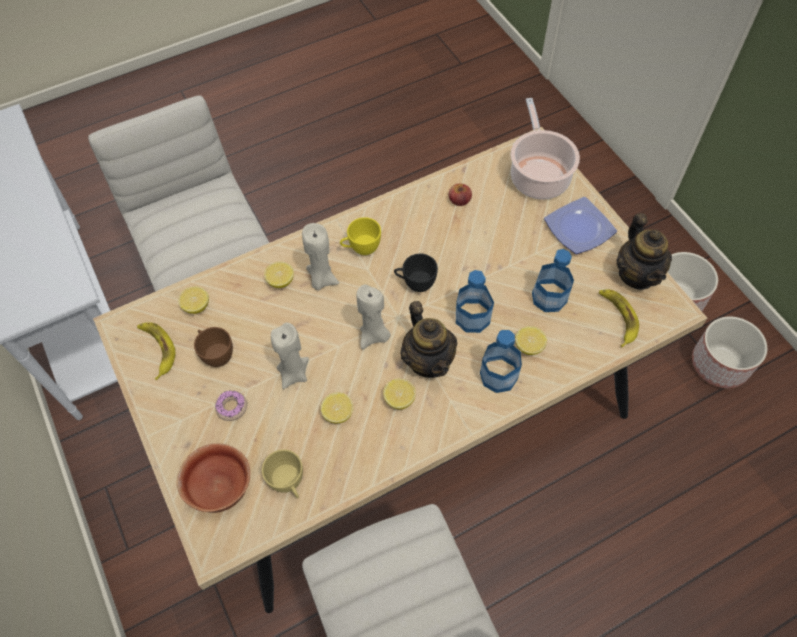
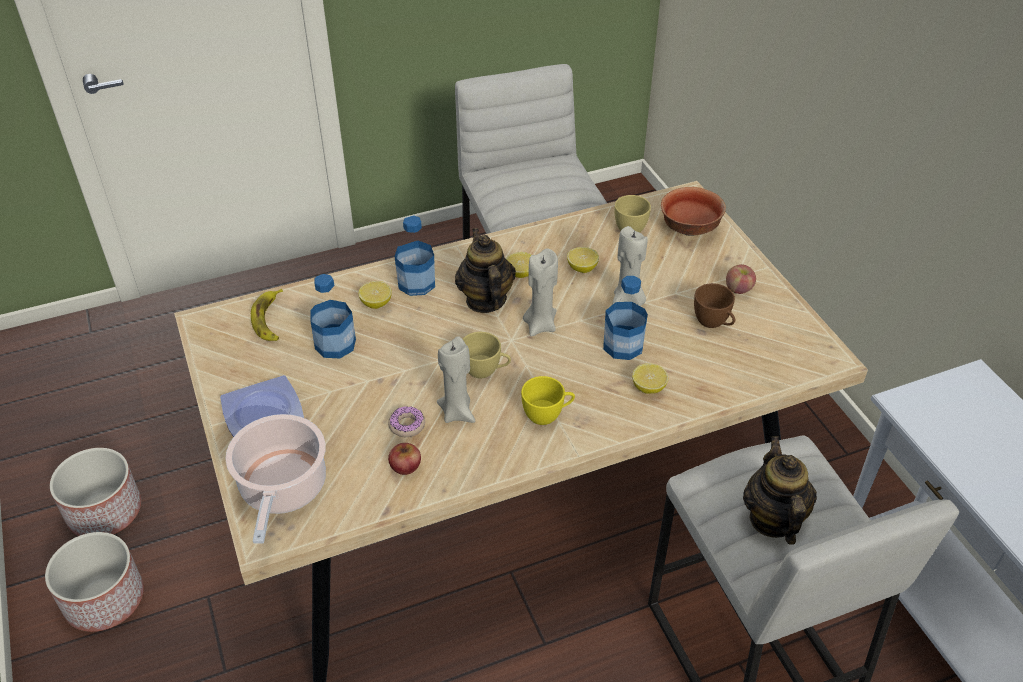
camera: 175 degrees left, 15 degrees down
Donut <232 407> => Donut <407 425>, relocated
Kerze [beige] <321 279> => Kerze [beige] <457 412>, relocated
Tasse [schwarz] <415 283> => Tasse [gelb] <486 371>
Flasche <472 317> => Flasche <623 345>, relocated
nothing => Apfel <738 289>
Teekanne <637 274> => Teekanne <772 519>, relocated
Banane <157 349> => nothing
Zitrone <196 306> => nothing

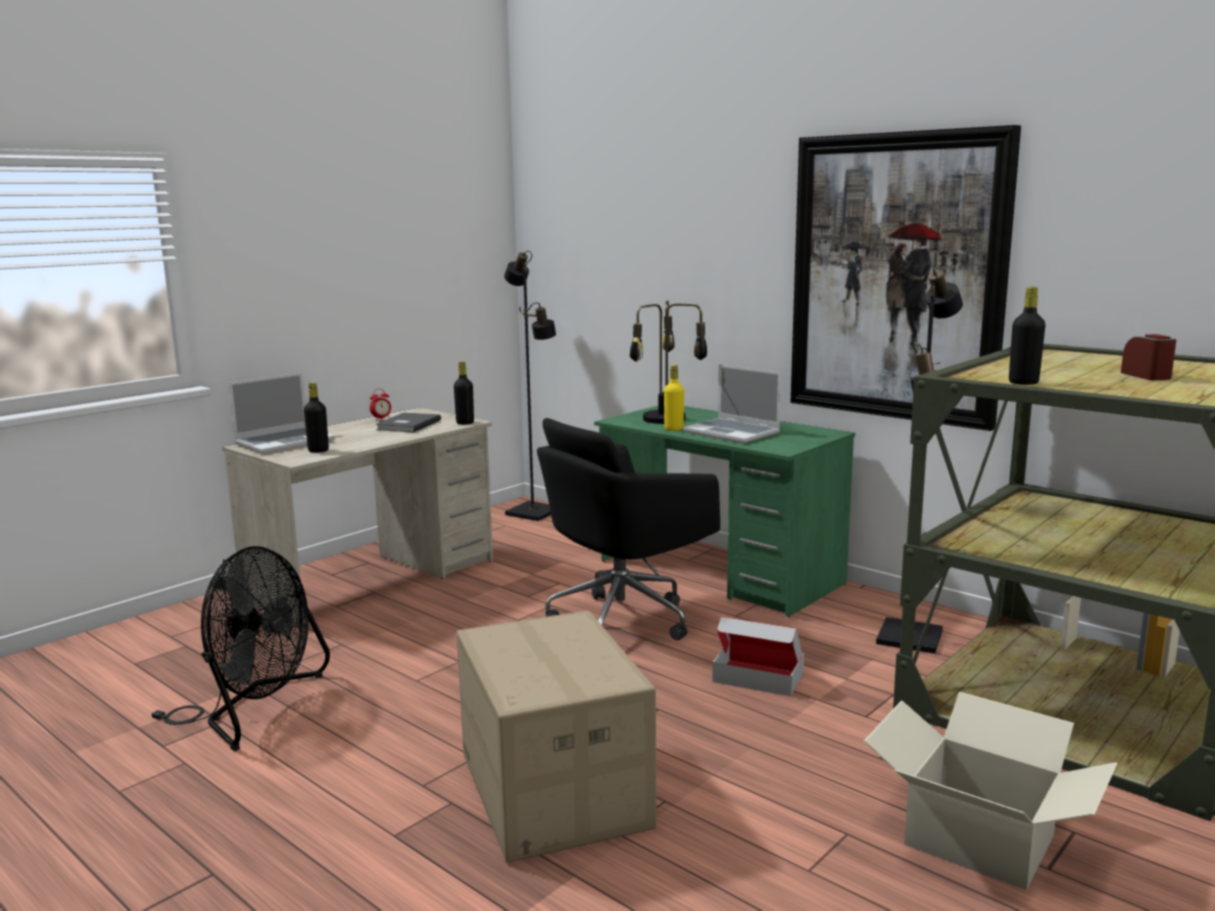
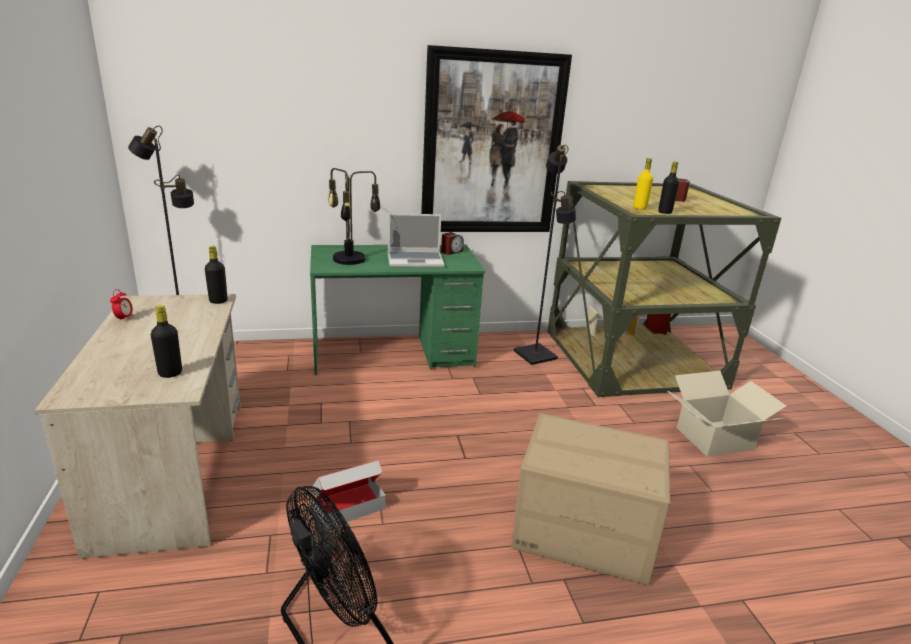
camera: 55 degrees left, 10 degrees up
Karton <758 677> => Karton <348 505>, relocated
nothing => Wecker <451 251>
Flasche [gelb] <674 429> => Flasche [gelb] <639 208>, relocated
Laptop <285 442> => nothing
Buch [grau] <407 425> => nothing
Bürostuhl [schwarz] <626 620> => nothing

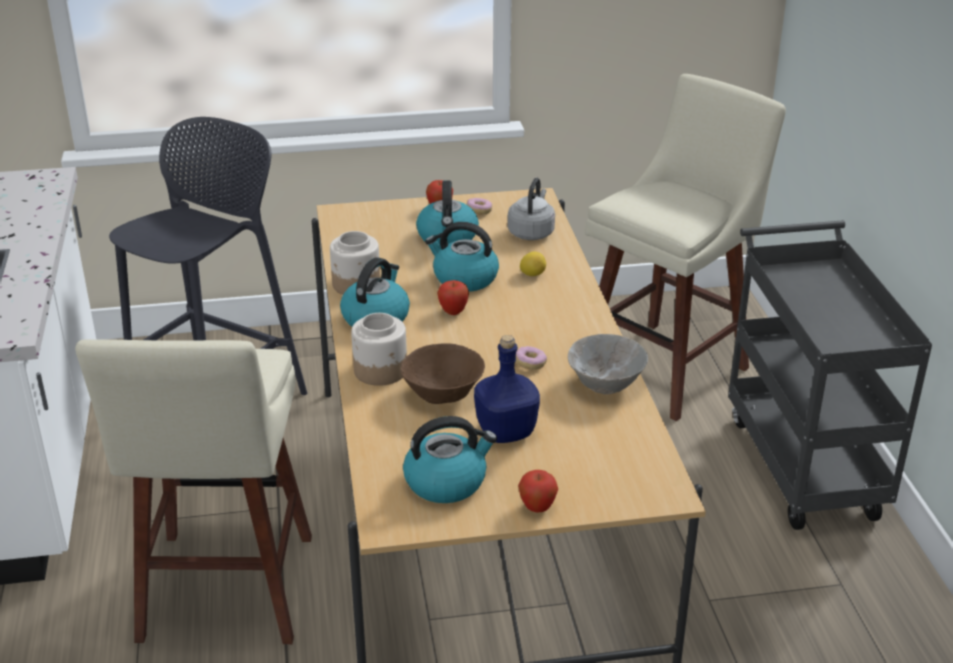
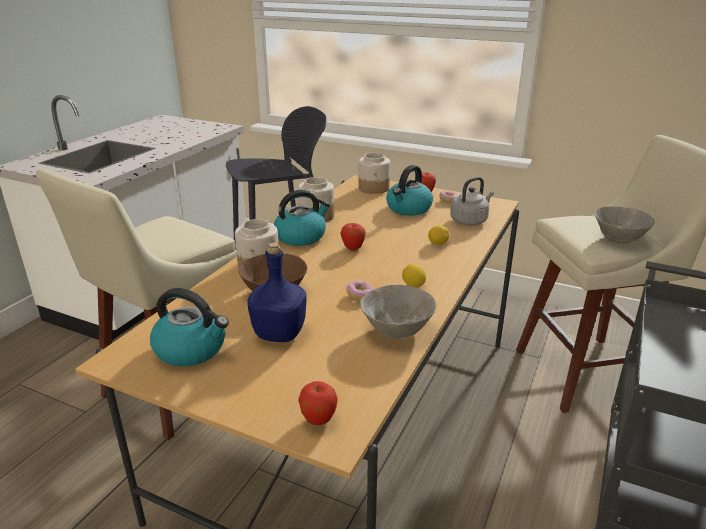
camera: 35 degrees right, 5 degrees down
Apfel <537 508> => Apfel <318 420>, relocated
nothing => Vorratsglas <374 188>
nothing => Zitrone <413 285>
nothing => Schüssel [grau] <618 239>
Wasserkessel <464 278> => nothing

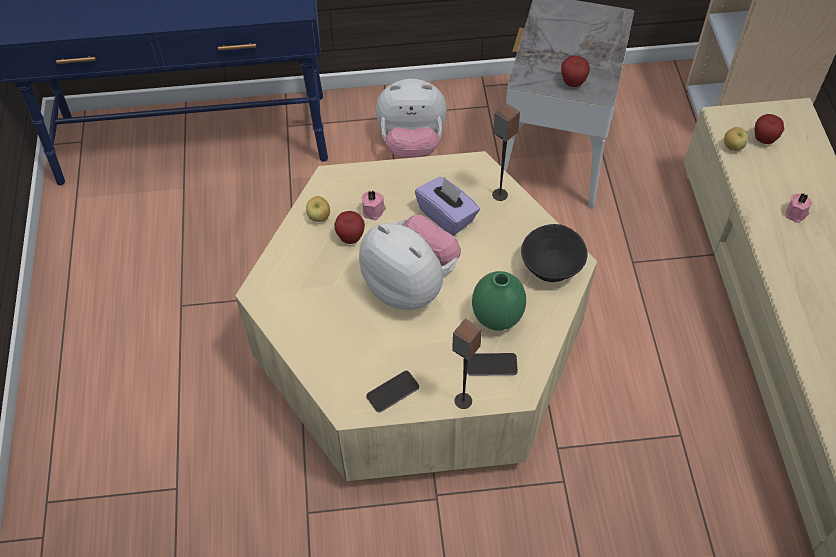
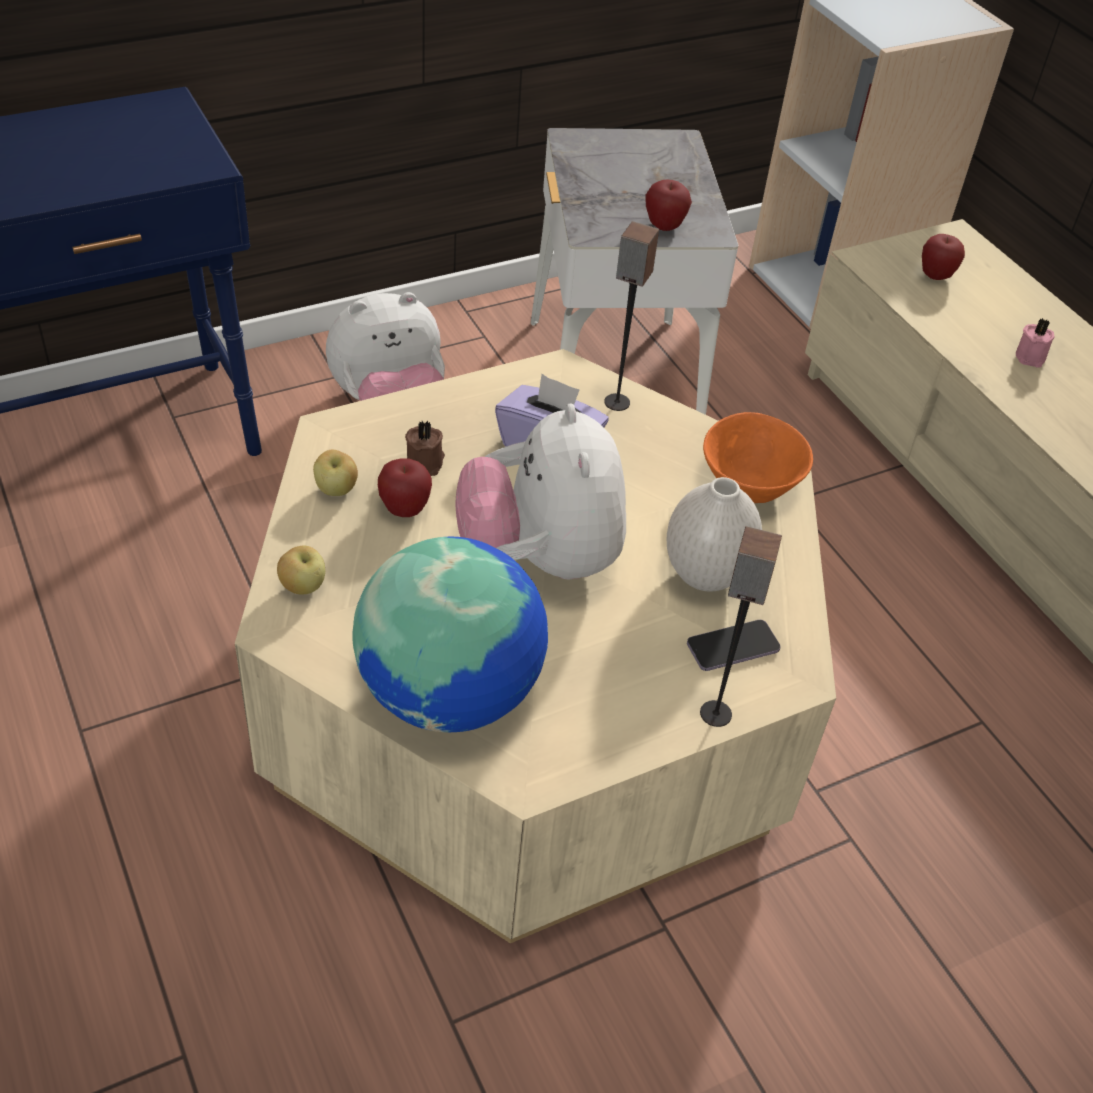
camera: 25 degrees left, 10 degrees down
Apfel <733 147> => Apfel <303 587>, relocated
nothing => Globus <450 693>
Kerze [rosa] <374 211> => Kerze [braun] <426 462>
Plüschtier <410 285> => Plüschtier <540 558>, 120 degrees counterclockwise
Vase [grün] <497 318> => Vase [weiß] <706 576>
Schüssel [schwarz] <549 268> => Schüssel [orange] <746 487>
Handy <392 392> => nothing

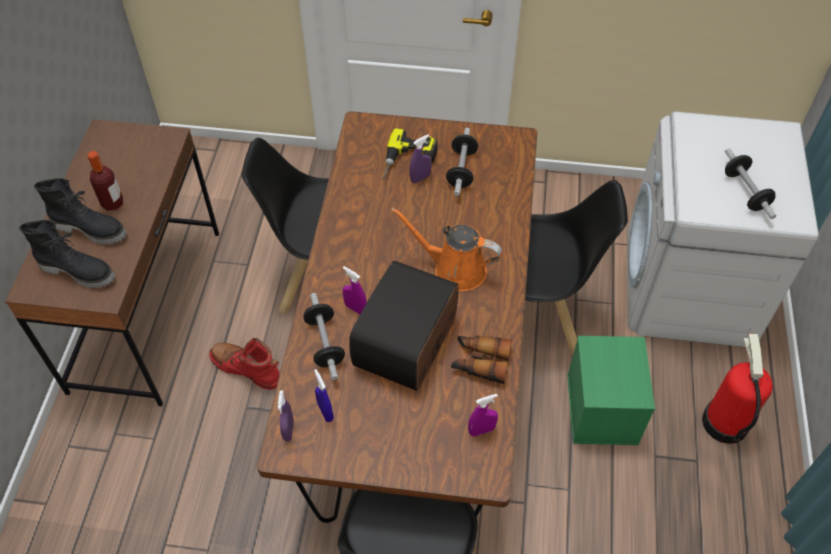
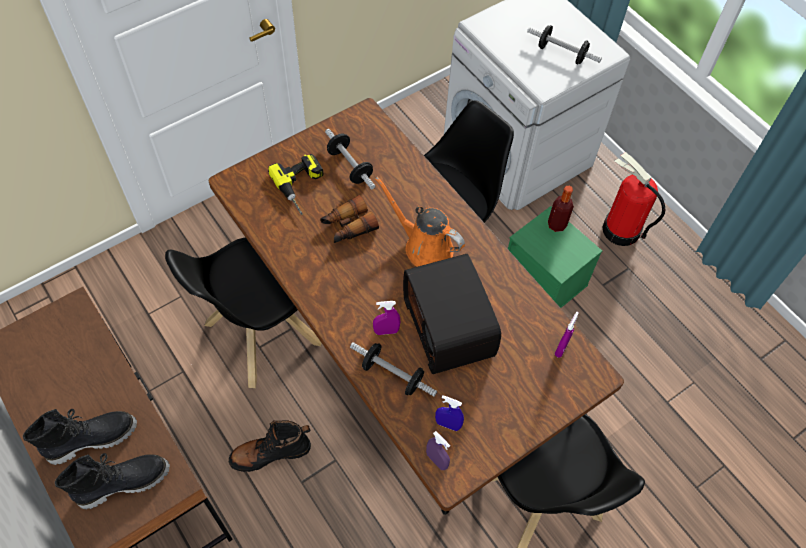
camera: 45 degrees left, 5 degrees up
Stiefel [rot] <246 369> => Stiefel [schwarz] <270 453>
Fernglas <480 362> => Fernglas <348 226>, relocated
Gießkanne [orange] <454 269> => Gießkanne [orange] <424 246>, 60 degrees clockwise
Flasche <112 203> => Flasche <557 225>, relocated
Sprühflasche [lila] <420 178> => nothing

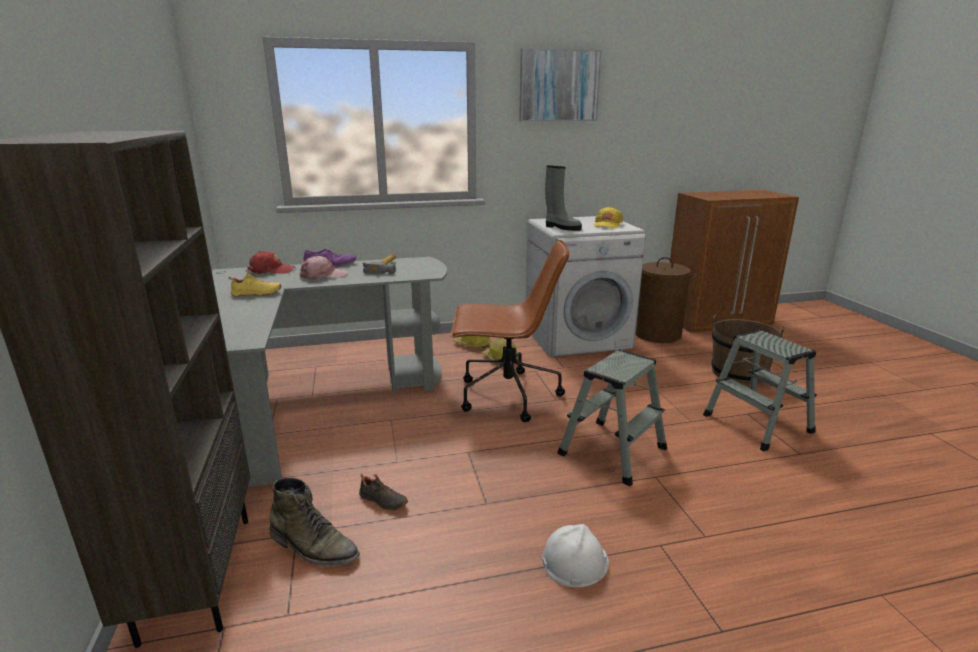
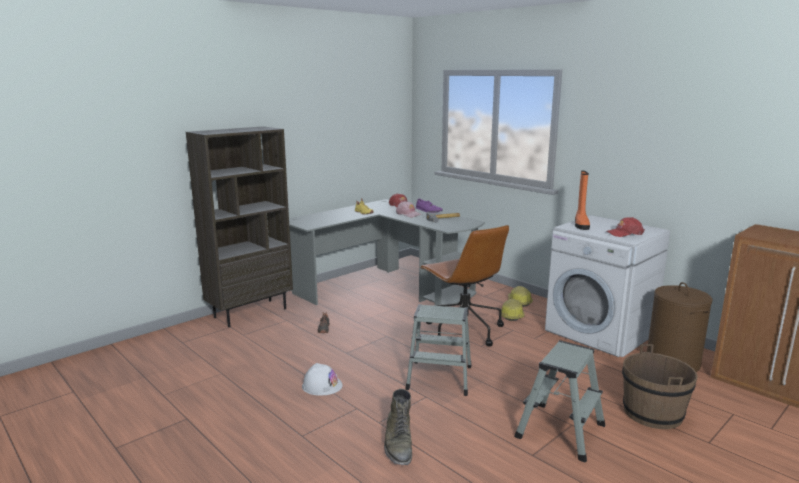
camera: 60 degrees right, 5 degrees down
Stiefel [grün] <313 546> => Stiefel [grün] <398 444>, relocated
Stiefel [grau] <561 227> => Stiefel [orange] <581 225>
Kappe [gelb] <607 225> => Kappe [rot] <624 233>
Bild <559 86> => nothing

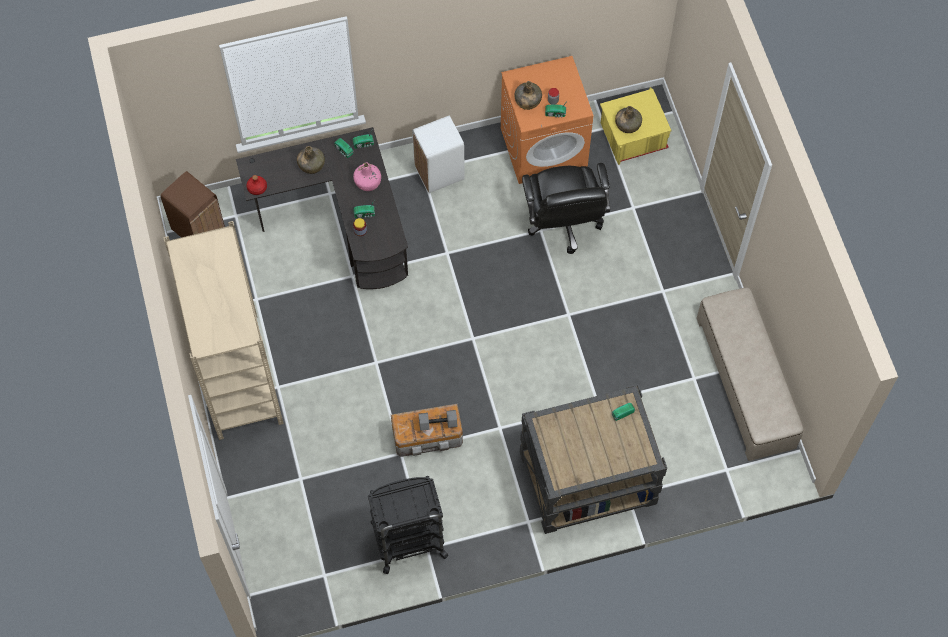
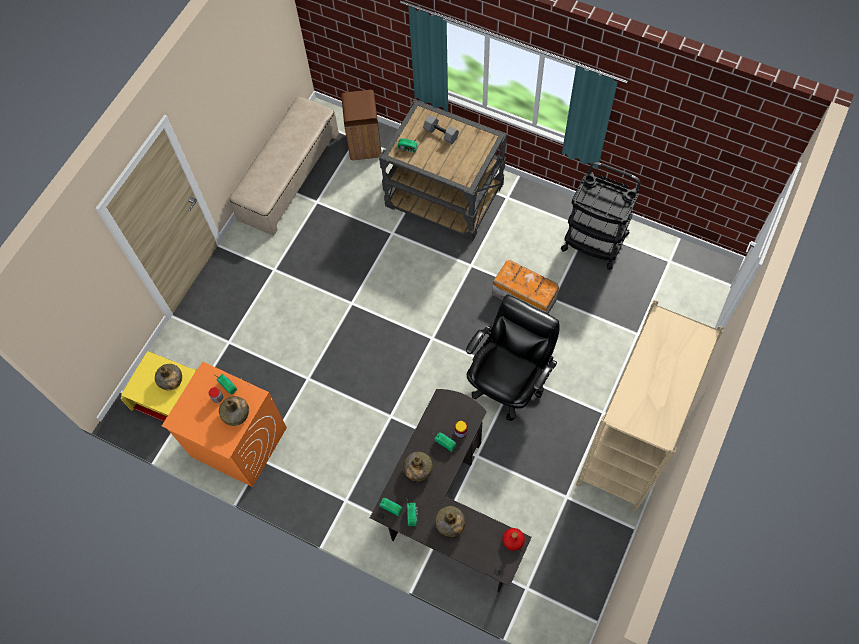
camera: 135 degrees left, 0 degrees up
Mülleimer [braun] <198 229> => Mülleimer [braun] <364 145>, relocated
Flasche [rosa] <368 182> => Flasche [grün] <418 469>
Hantel [grau] <438 422> => Hantel [grau] <440 134>, relocated
Bürostuhl [schwarz] <563 225> => Bürostuhl [schwarz] <508 382>, relocated
Mülleimer [weiß] <439 173> => nothing

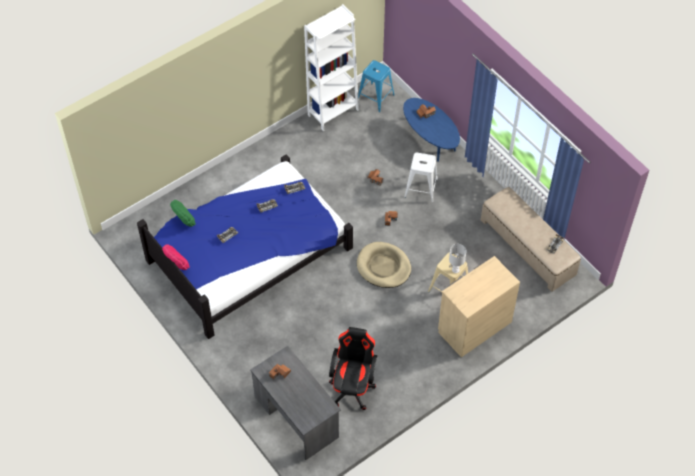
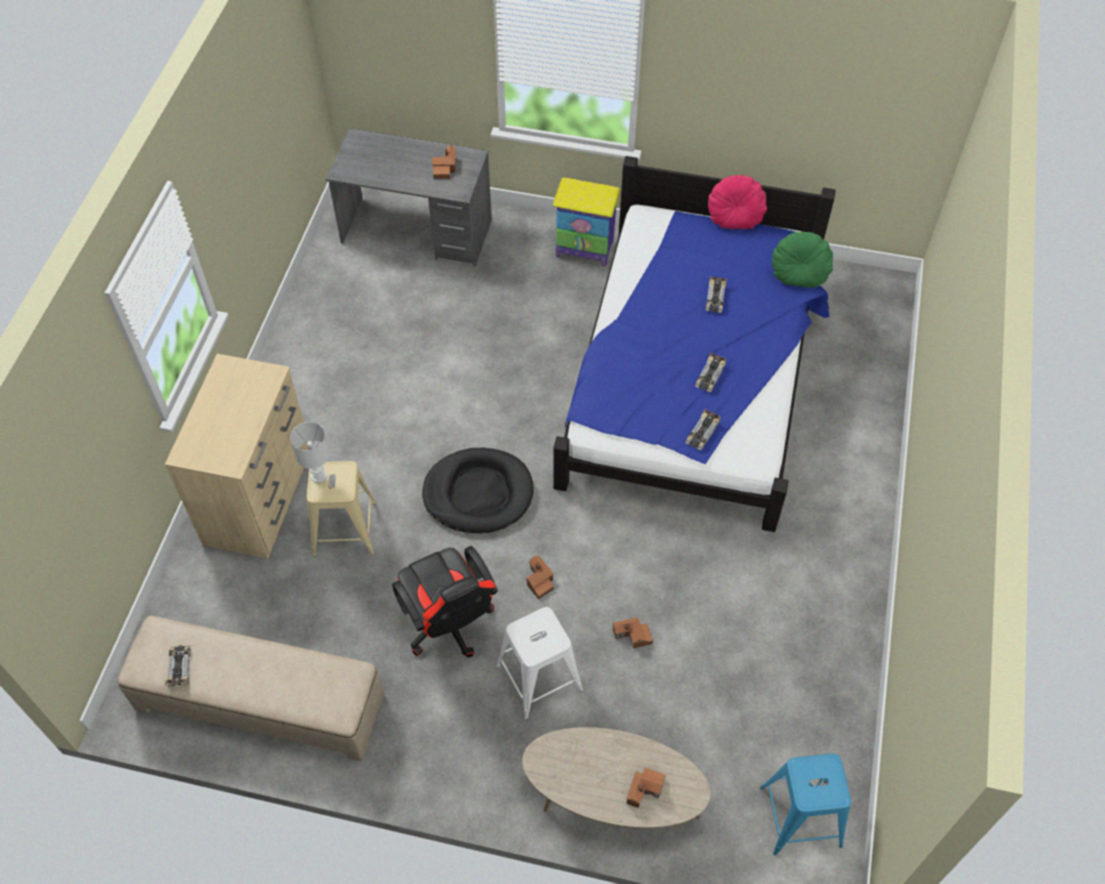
camera: 140 degrees right, 0 degrees up
Bürostuhl [schwarz] <353 387> => Bürostuhl [schwarz] <449 628>, relocated
Hundebett [beige] <383 267> => Hundebett [schwarz] <478 493>
Couchtisch [blau] <429 139> => Couchtisch [beige] <613 798>
nothing => Nachttisch <585 250>
Bücherregal [weiß] <333 112> => nothing

